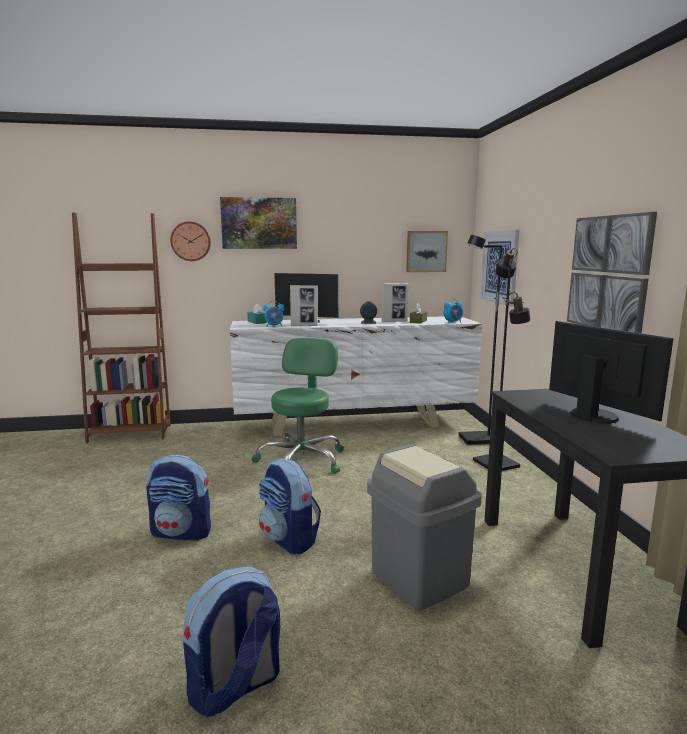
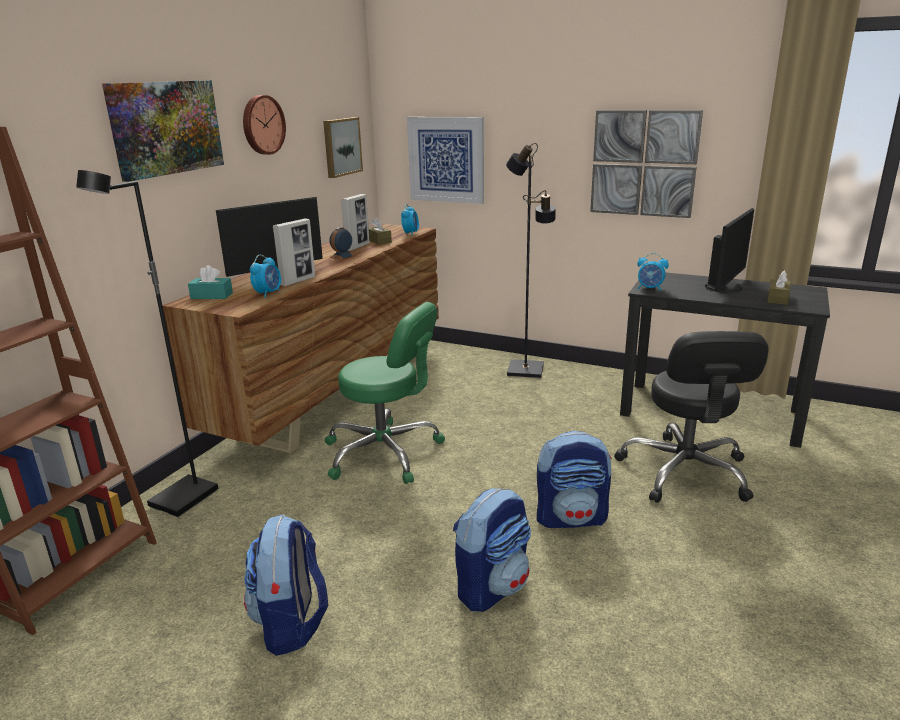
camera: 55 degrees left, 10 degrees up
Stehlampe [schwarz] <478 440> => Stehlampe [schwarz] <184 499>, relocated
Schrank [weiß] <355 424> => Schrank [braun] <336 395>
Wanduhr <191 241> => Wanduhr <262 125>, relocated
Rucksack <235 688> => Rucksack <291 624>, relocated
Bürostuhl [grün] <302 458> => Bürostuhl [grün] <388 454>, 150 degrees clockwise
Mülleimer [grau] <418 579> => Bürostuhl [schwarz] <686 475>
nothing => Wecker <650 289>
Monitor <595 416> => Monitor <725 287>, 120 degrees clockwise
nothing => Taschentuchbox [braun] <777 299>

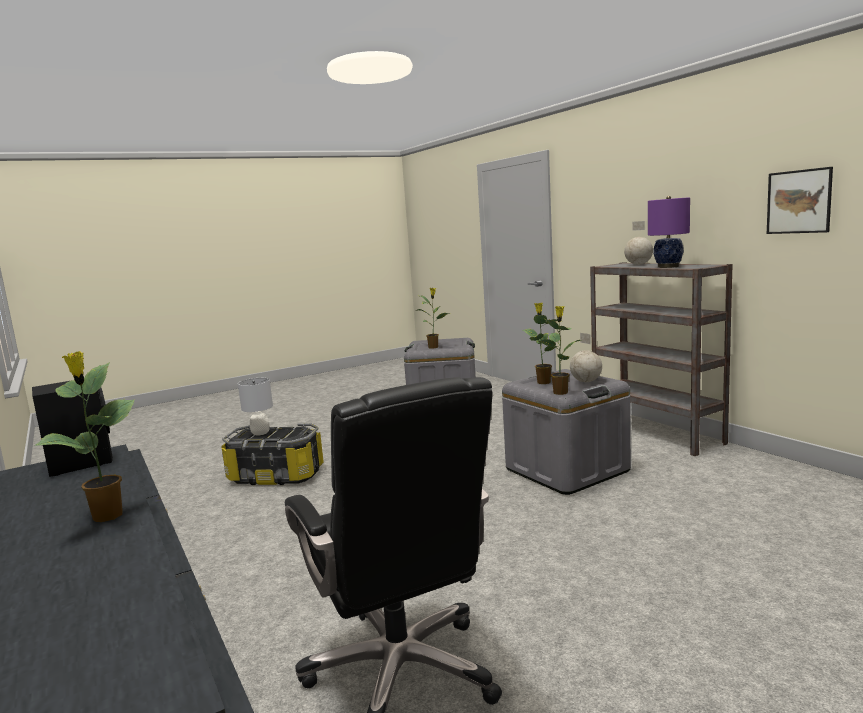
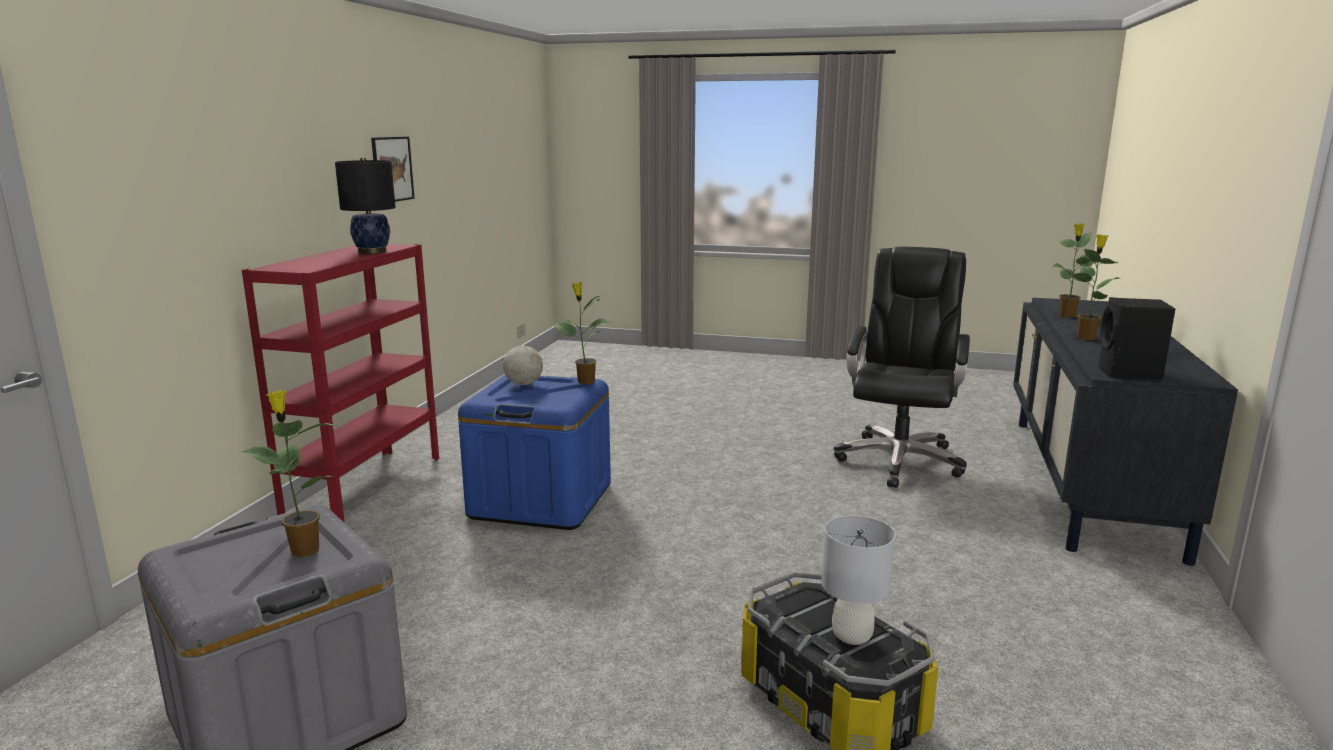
camera: 135 degrees left, 5 degrees up
Bücherregal [grau] <656 433> => Bücherregal [rot] <365 487>
Tischlampe [lila] <668 267> => Tischlampe [schwarz] <372 251>
Aufbewahrungsbox [grau] <567 470> => Aufbewahrungsbox [blau] <541 500>
Topfpflanze <543 382> => Topfpflanze <1067 316>, relocated
Globus <638 264> => nothing

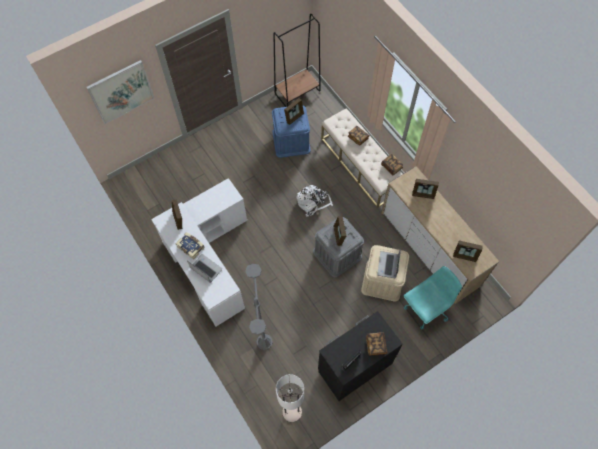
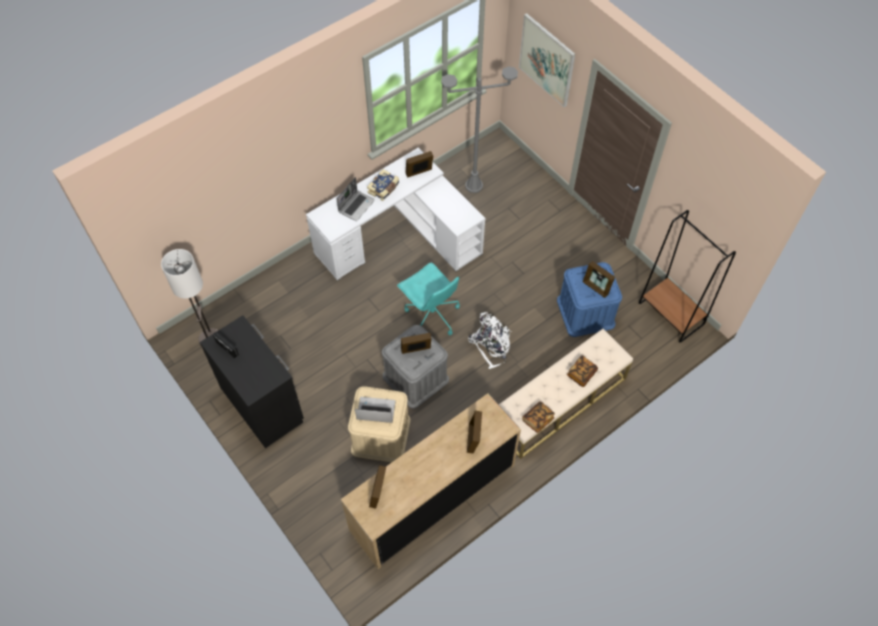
camera: 85 degrees right, 5 degrees down
Bürostuhl [türkis] <425 309> => Bürostuhl [türkis] <430 314>, relocated
Stehlampe [grau] <264 342> => Stehlampe [grau] <473 185>, relocated
Buch <376 345> => nothing

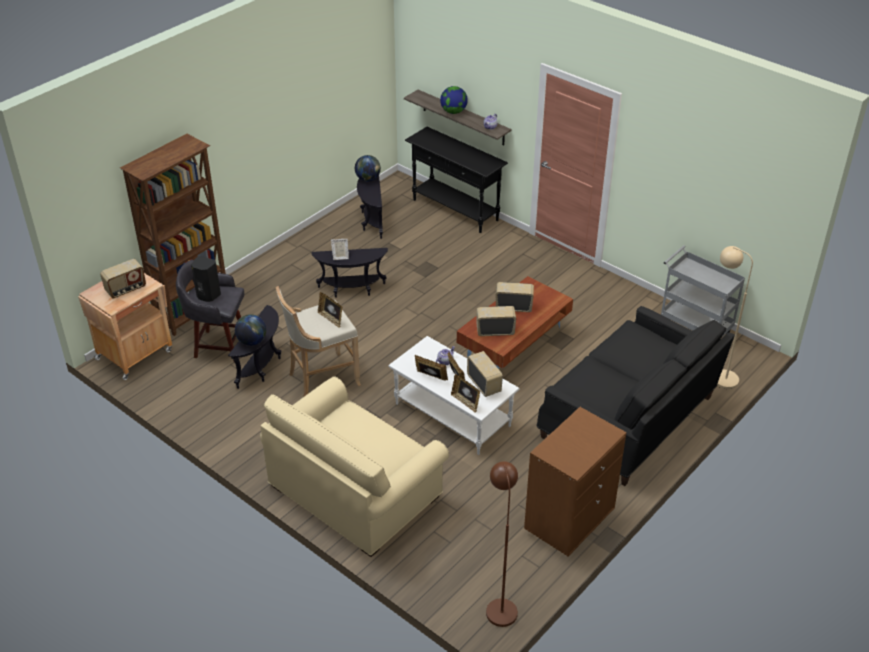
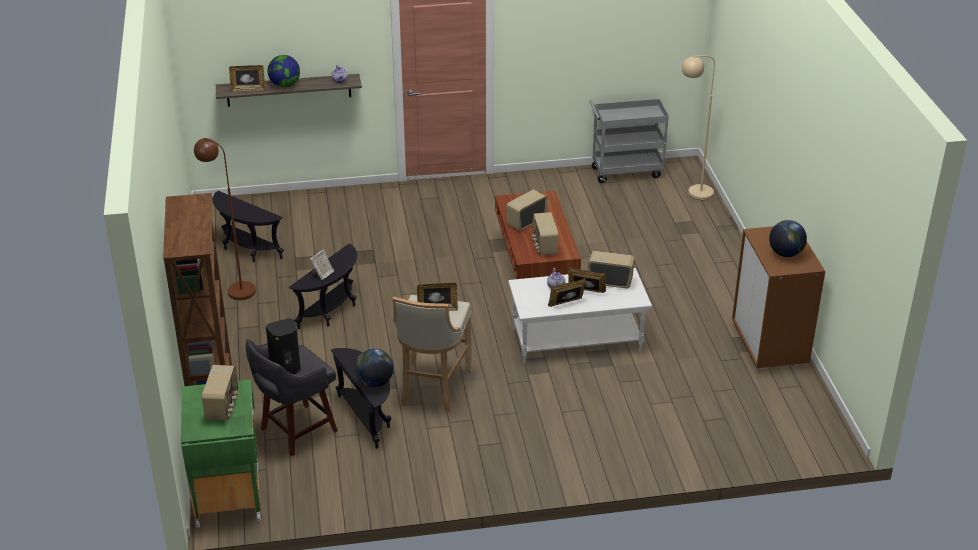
camera: 50 degrees left, 5 degrees down
Rollwagen [braun] <135 354> => Rollwagen [grün] <228 495>
Stehlampe [braun] <499 605> => Stehlampe [braun] <234 289>, relocated
Bilderrahmen <465 402> => Bilderrahmen <248 89>, relocated
Radio <495 331> => Radio <544 246>, 45 degrees counterclockwise
Globus <368 179> => Globus <785 254>, relocated
Sofa [beige] <354 490> => nothing
Konsolentisch [schwarz] <455 210> => nothing
Sofa [schwarz] <630 418> => nothing

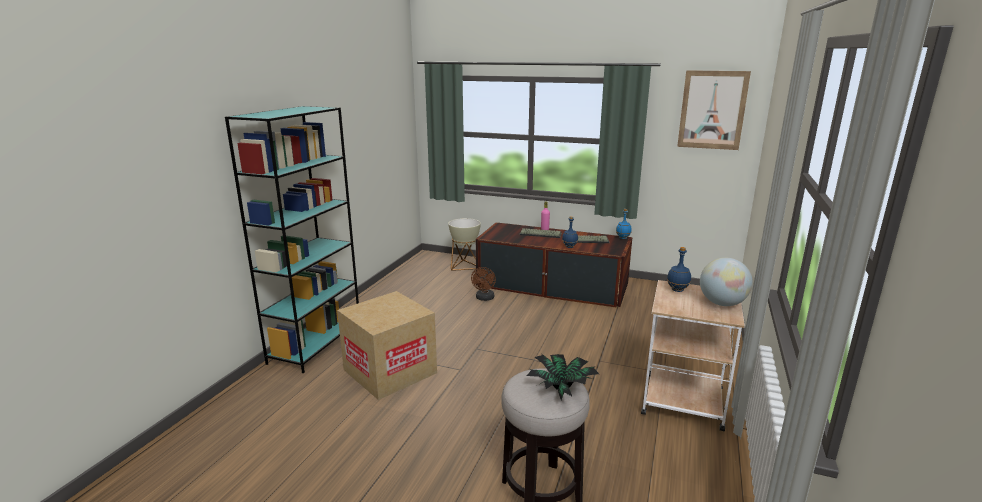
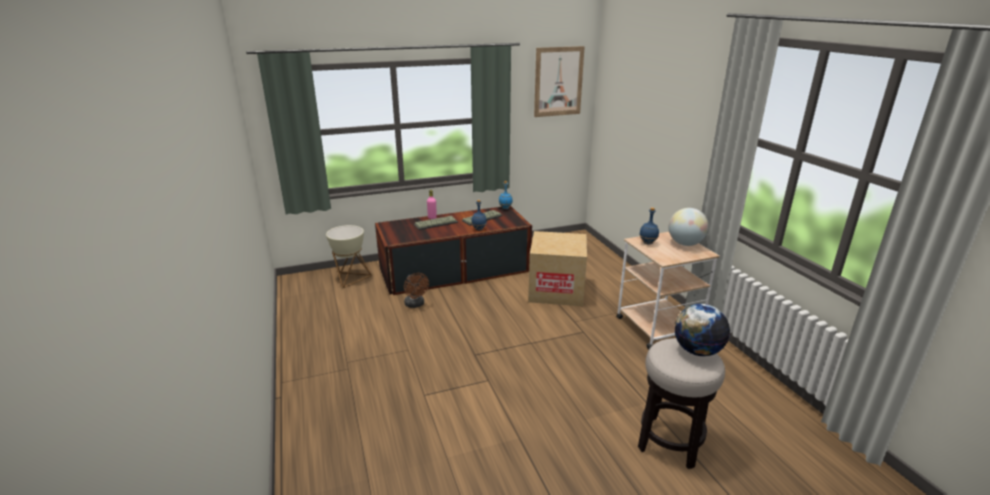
camera: 40 degrees left, 5 degrees up
Karton <390 371> => Karton <556 290>, relocated
Topfpflanze <562 388> => Globus <697 351>
Bücherregal [türkis] <316 344> => nothing

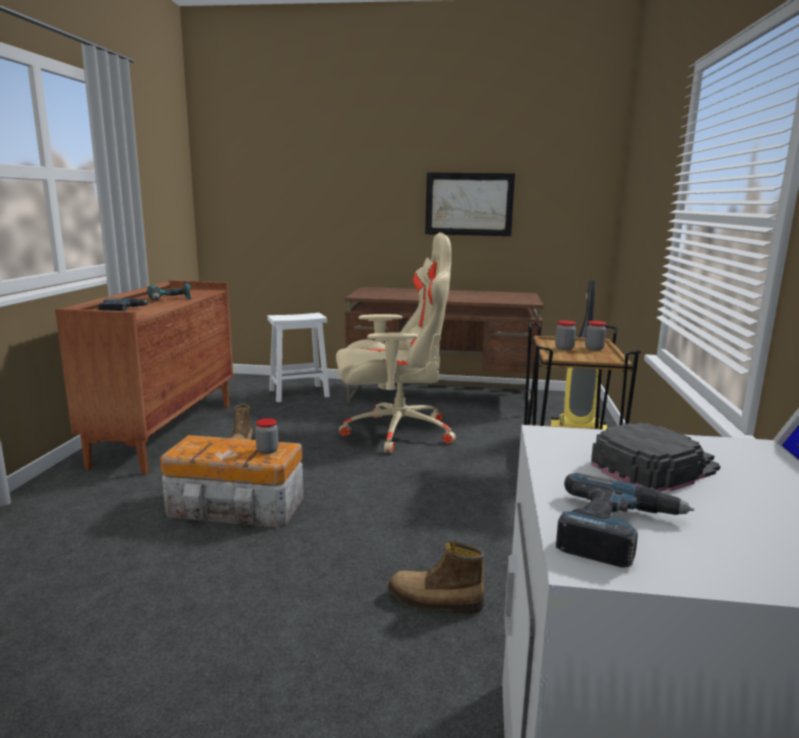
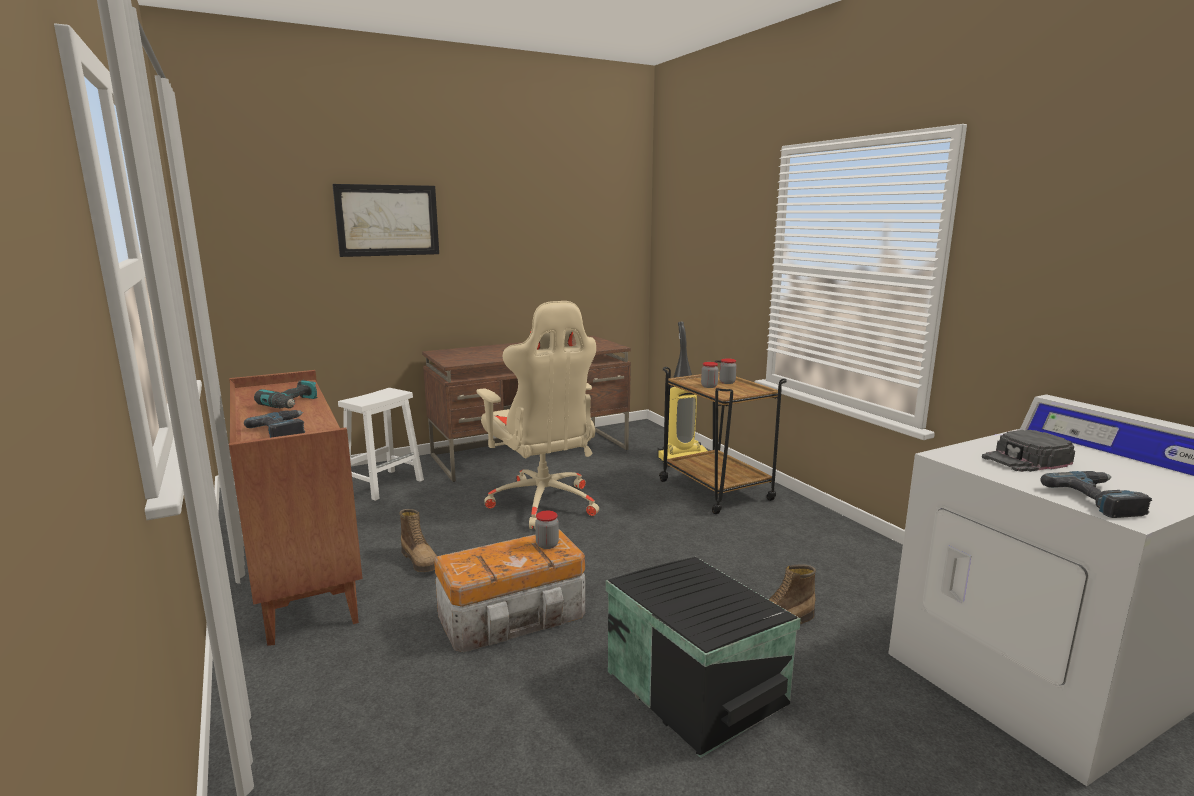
camera: 35 degrees left, 0 degrees up
Bild <469 204> => Bild <387 220>, relocated
Bürostuhl [beige] <390 433> => Bürostuhl [beige] <540 500>, 105 degrees clockwise
nothing => Aufbewahrungsbox [schwarz] <696 685>
Kappe [schwarz] <655 466> => Kappe [schwarz] <1026 460>, 135 degrees counterclockwise

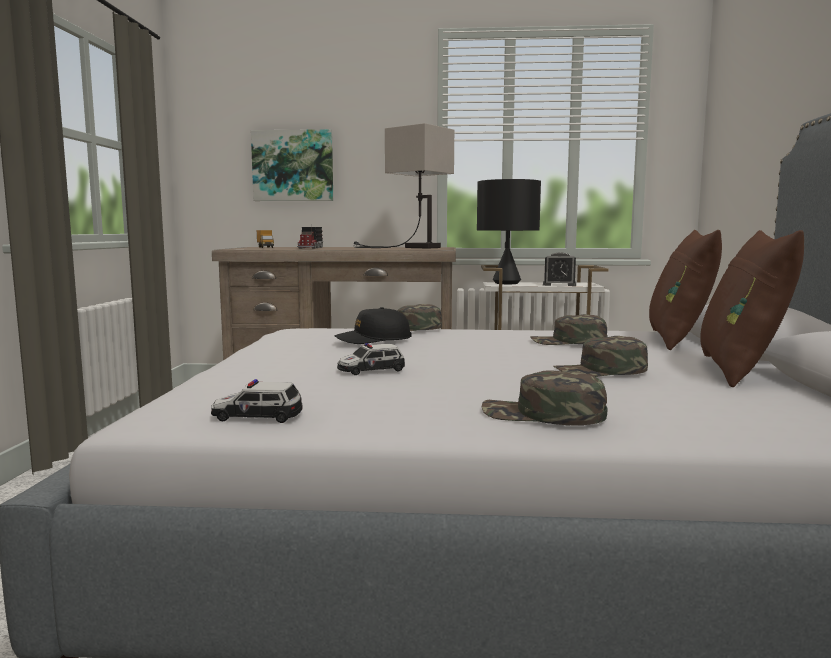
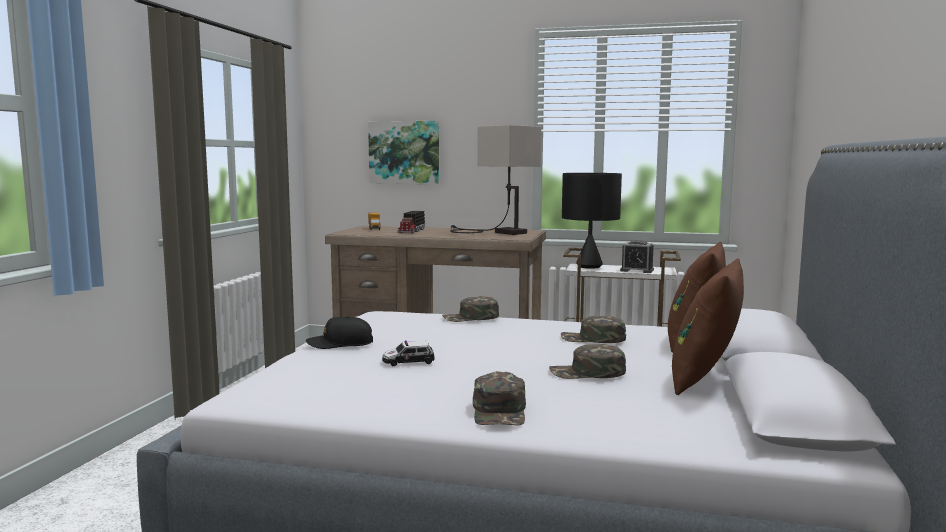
camera: 10 degrees right, 0 degrees up
Kappe [schwarz] <373 340> => Kappe [schwarz] <340 344>, relocated
Kappe [grün] <542 414> => Kappe [grün] <500 411>, 120 degrees counterclockwise
Spielzeugauto <256 415> => nothing

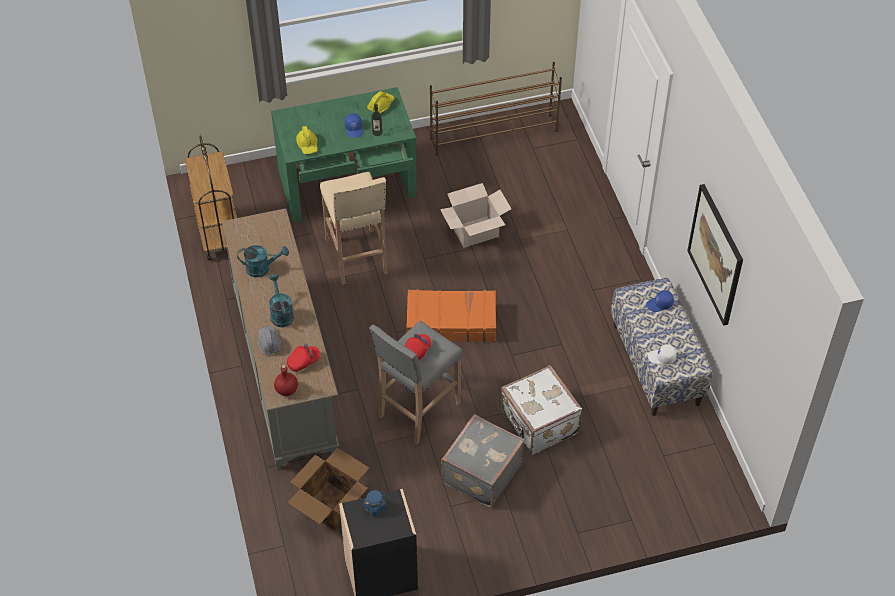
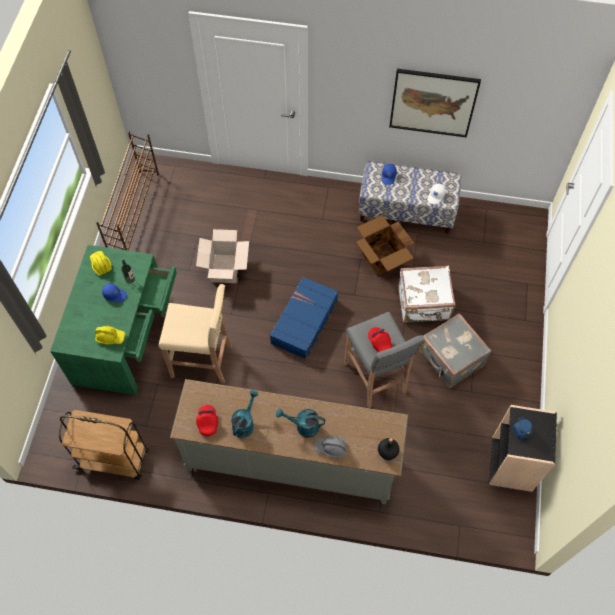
camera: 65 degrees left, 10 degrees up
Kappe [rot] <303 362> => Kappe [rot] <207 422>, relocated
Koffer [orange] <451 322> => Koffer [blau] <303 321>
Karton <330 506> => Karton <382 258>, relocated
Flasche [rot] <287 390> => Flasche [schwarz] <387 451>

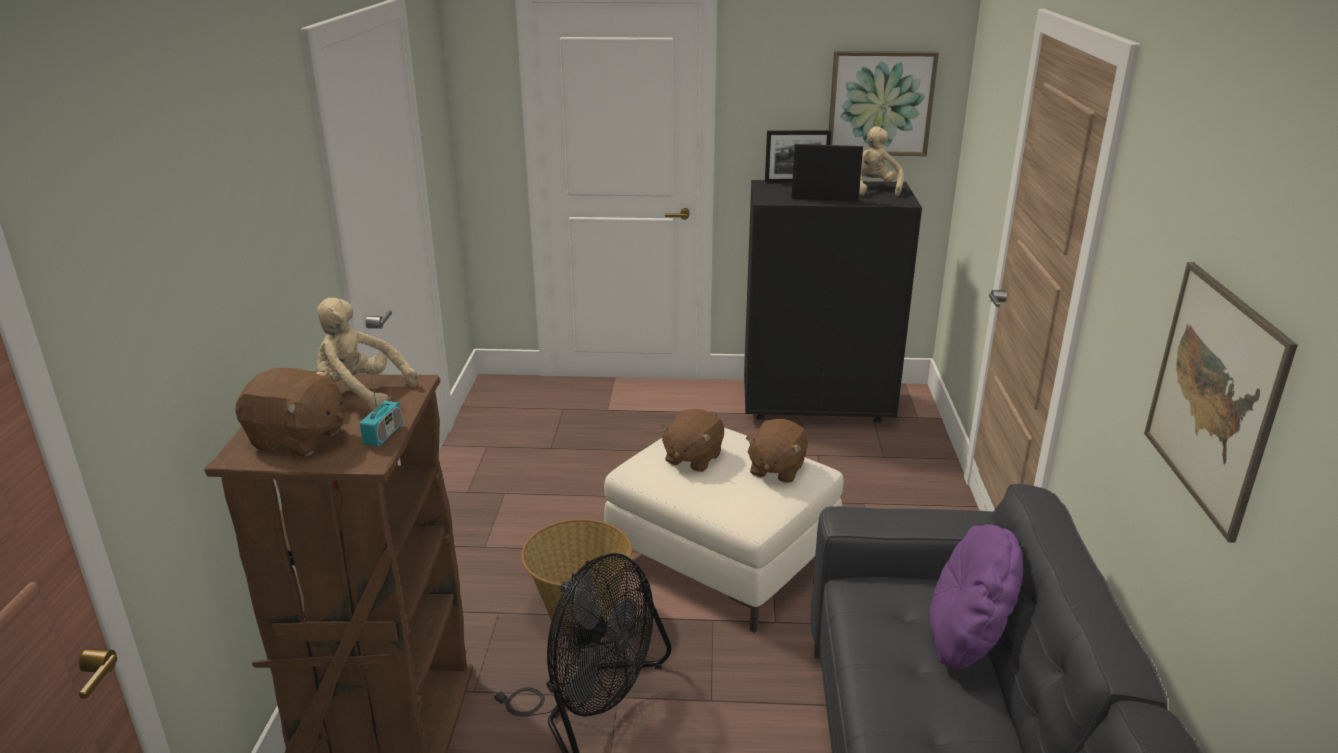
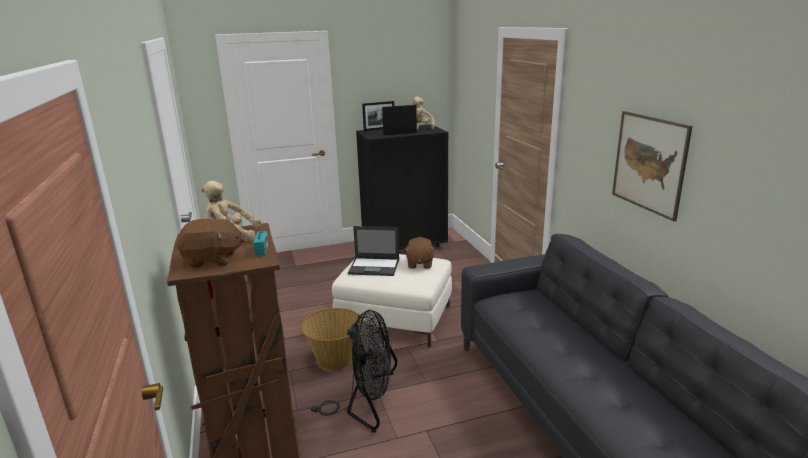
camera: 20 degrees left, 5 degrees down
Plüschtier [braun] <692 458> => Laptop <375 267>
Bild <880 103> => nothing
Kissen [lila] <965 644> => nothing

